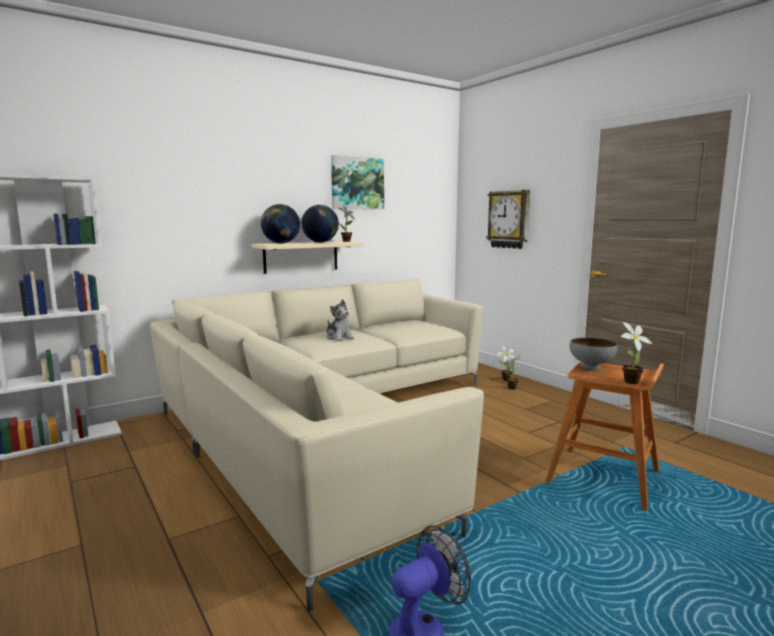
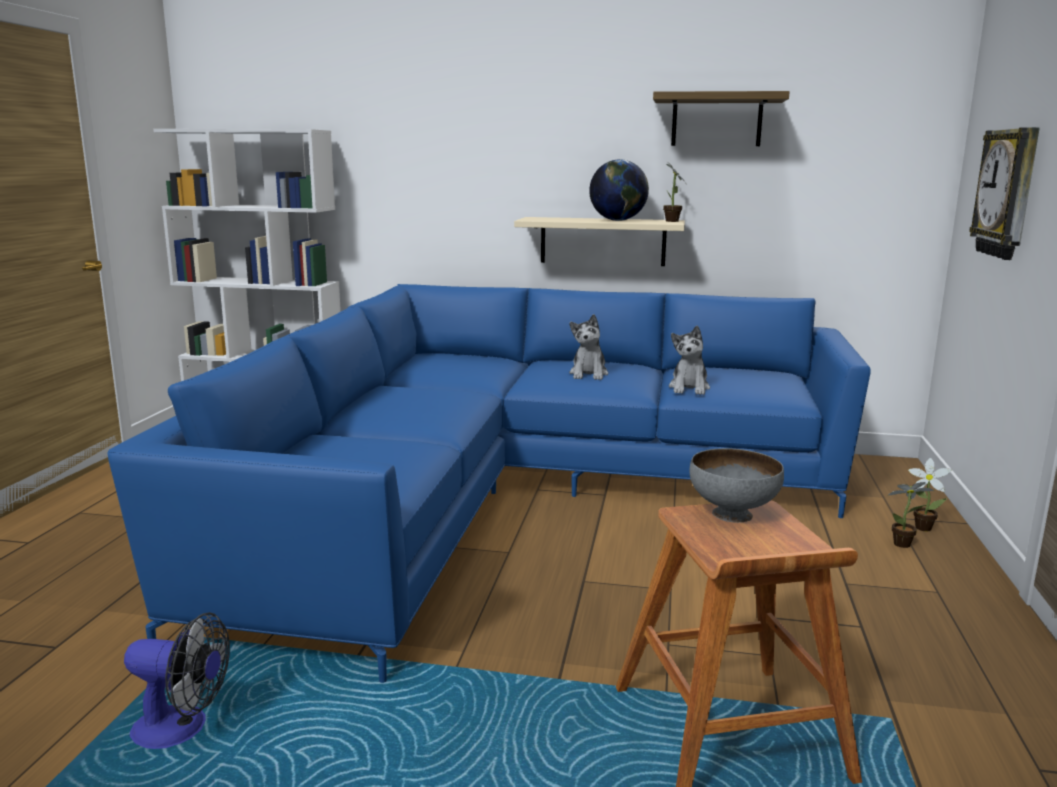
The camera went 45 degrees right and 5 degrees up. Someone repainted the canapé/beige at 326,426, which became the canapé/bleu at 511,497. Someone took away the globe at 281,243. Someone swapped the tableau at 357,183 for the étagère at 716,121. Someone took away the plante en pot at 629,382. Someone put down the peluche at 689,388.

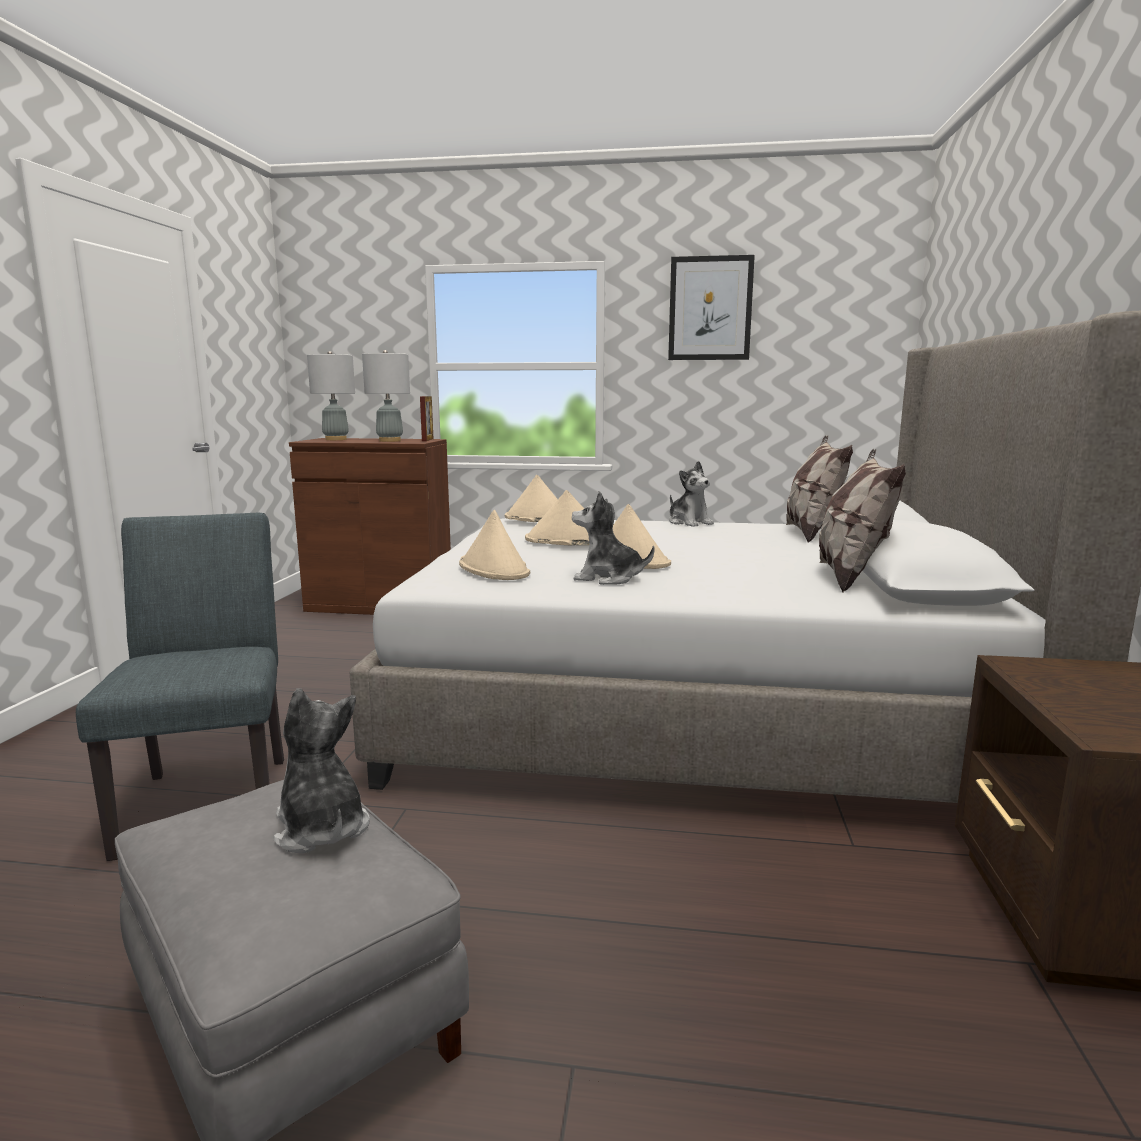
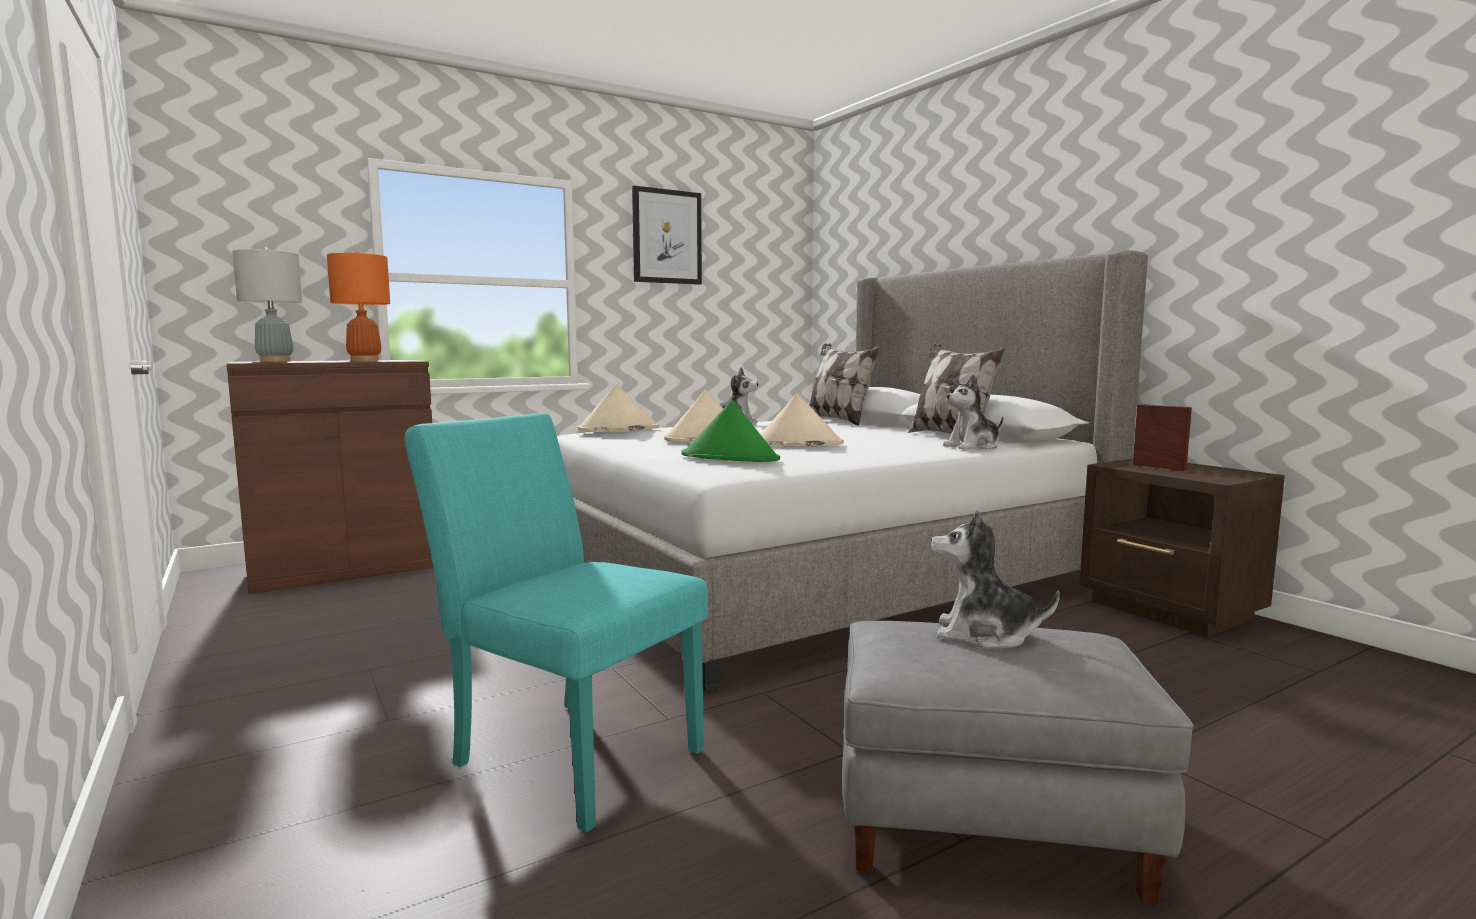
The camera went 40 degrees left and 5 degrees down. Someone repainted the chaise/gris at 211,796, which became the chaise/turquoise at 565,752. Someone repainted the lampe de table/gris at 389,441, which became the lampe de table/orange at 364,360. Someone carried the cadre photo from 427,440 to 1158,467. Someone repainted the chapeau/beige at 494,569, which became the chapeau/vert at 730,458. Someone carried the peluche from 608,578 to 973,447.

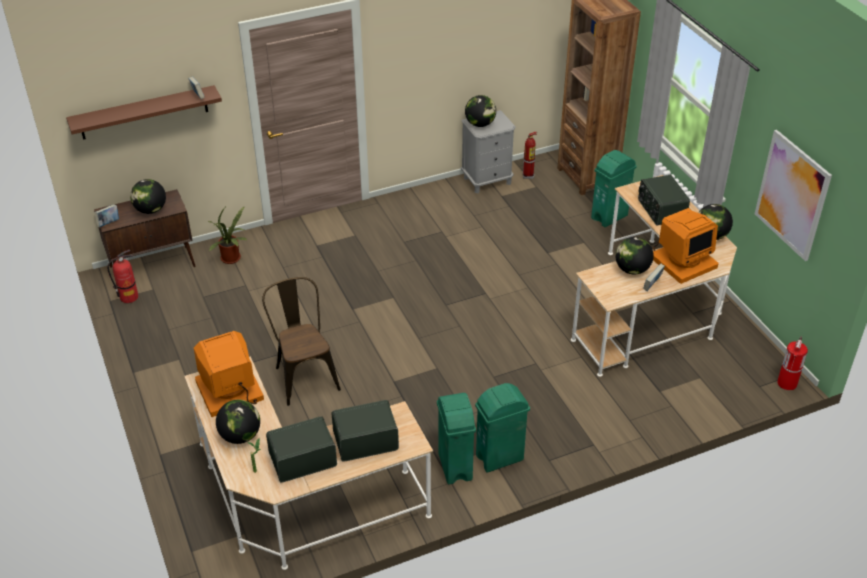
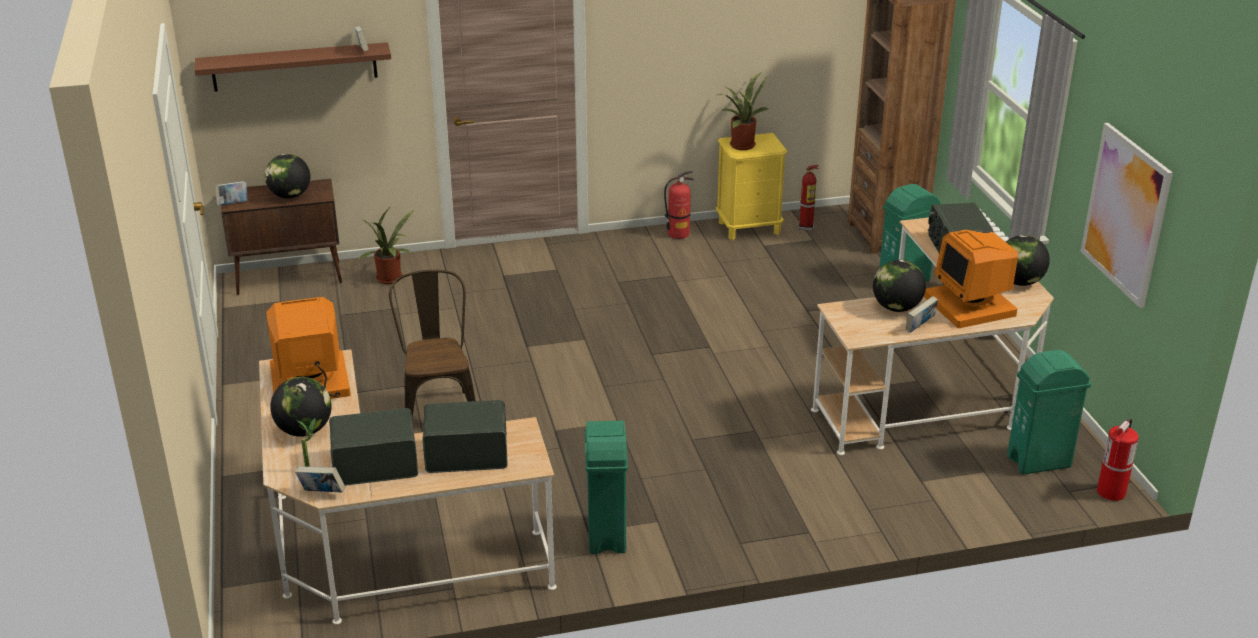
The camera went 10 degrees right and 10 degrees down. Someone carried the extincteur from 129,297 to 678,234. Someone repainted the table de chevet/gris at 487,180, which became the table de chevet/jaune at 749,227. Someone swapped the globe at 480,124 for the plante en pot at 740,144. Someone carried the poubelle/vert from 500,457 to 1039,462. Someone rotated the écran d'ordinateur at 682,261 by 90 degrees clockwise. Someone put down the livre at 322,493.

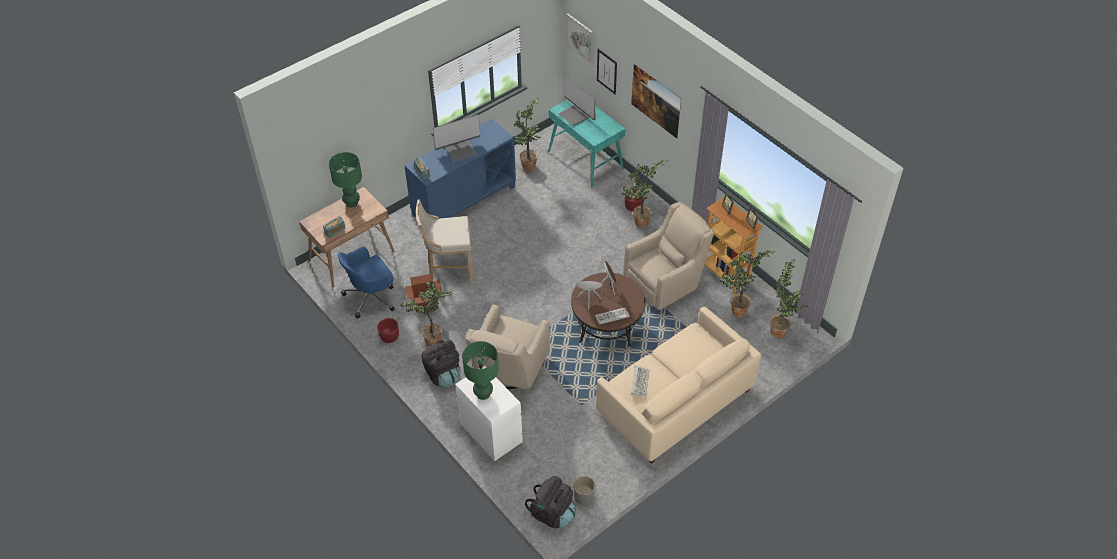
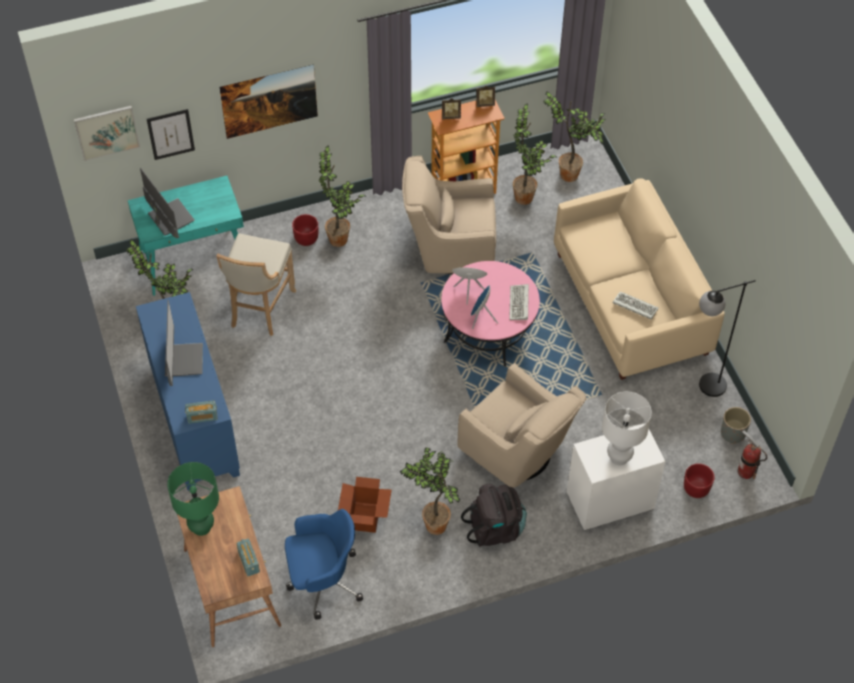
The camera went 70 degrees left and 5 degrees up. Someone rotated the chaise de bureau/bleu at 371,297 by 90 degrees counterclockwise. Someone carried the cache-pot/rouge from 389,337 to 696,488. Someone carried the tabouret/beige from 449,270 to 260,310. Someone repainted the lampe de table/vert at 483,394, which became the lampe de table/blanc at 619,457. Someone swapped the sac à dos/noir at 552,513 for the extincteur at 745,471. Someone rotated the écran d'ordinateur at 575,115 by 105 degrees counterclockwise. Someone repainted the table basse/marron at 607,324, which became the table basse/rose at 488,329. Someone rotated the fauteuil/beige at 666,283 by 75 degrees counterclockwise. Someone put down the lampadaire/noir at 703,388.

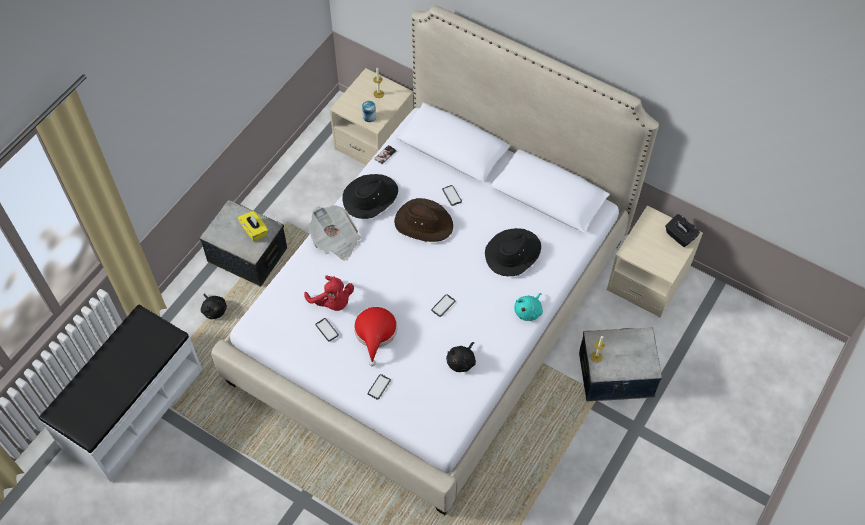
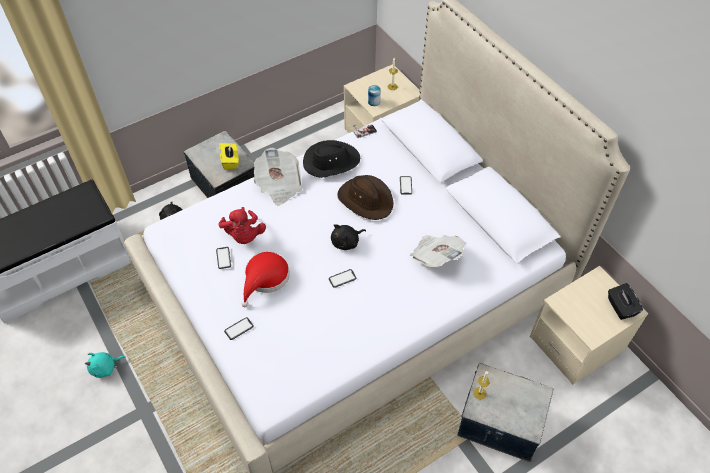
The camera went 25 degrees right and 5 degrees down. Someone carried the peluche/noir from 462,361 to 346,242. Someone swapped the chapeau/noir at 513,253 for the journal at 436,257. Someone carried the peluche/turquoise from 529,311 to 105,368.

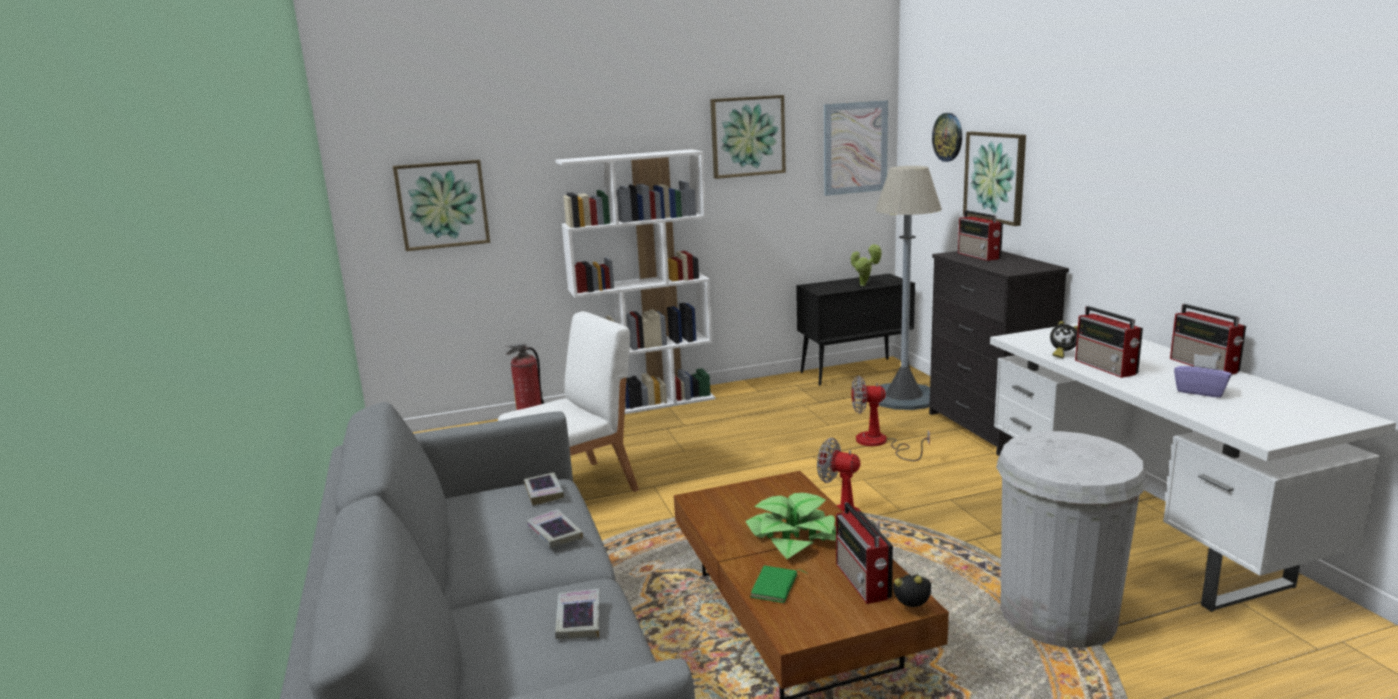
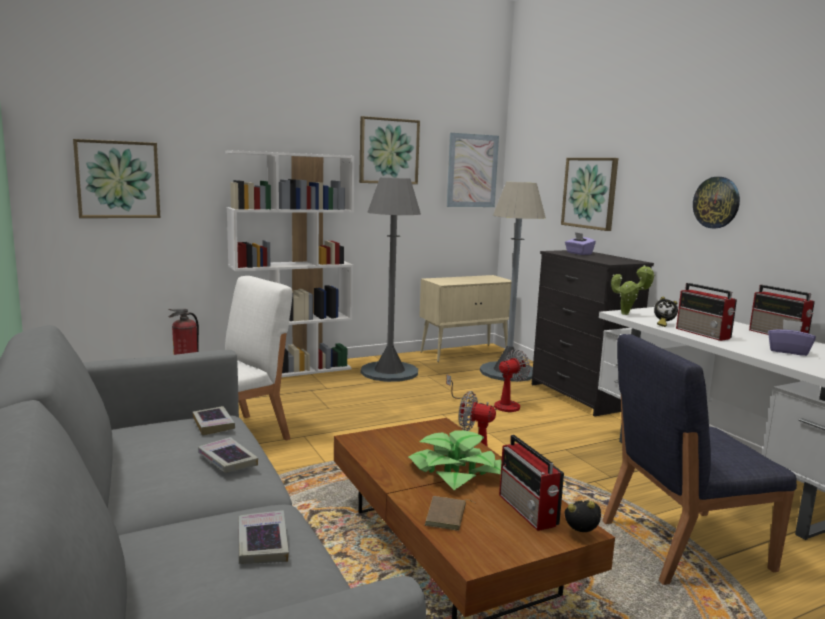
The camera went 10 degrees left and 5 degrees down. Someone repainted the livre/vert at 776,587, which became the livre/marron at 447,516. Someone repainted the meuble de rangement/noir at 855,371, which became the meuble de rangement/beige at 465,353. Someone carried the plante en pot from 864,285 to 627,314. Someone rotated the ventilateur at 880,443 by 150 degrees clockwise. Someone carried the horloge murale from 948,137 to 716,202. Someone swapped the radio at 979,256 for the boîte à mouchoirs/violet at 578,253. Someone swapped the poubelle/blanc at 1057,615 for the chaise/bleu at 682,545. Someone put down the lampadaire/gris at 389,372.

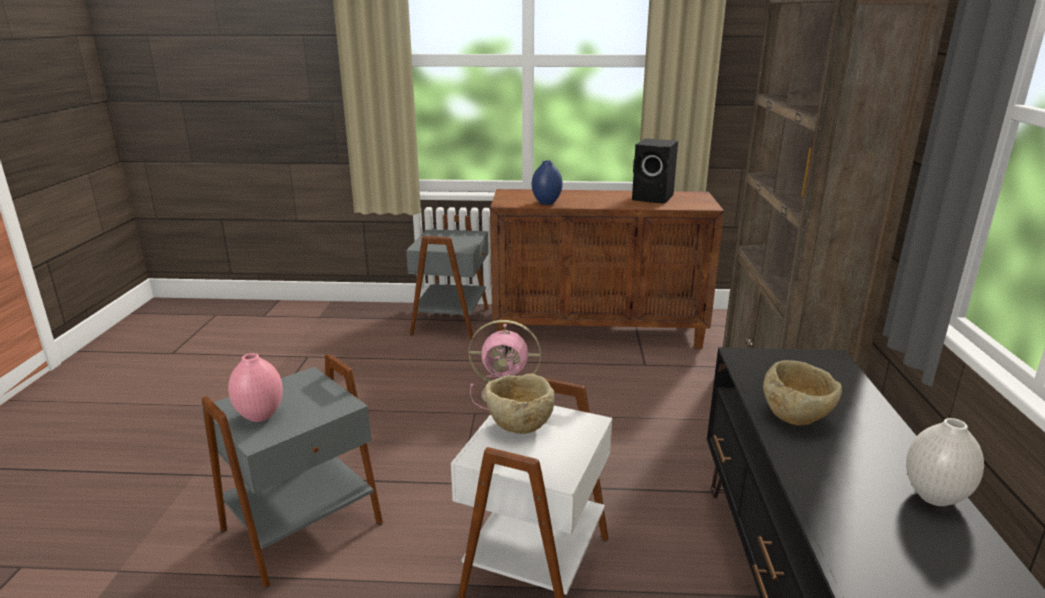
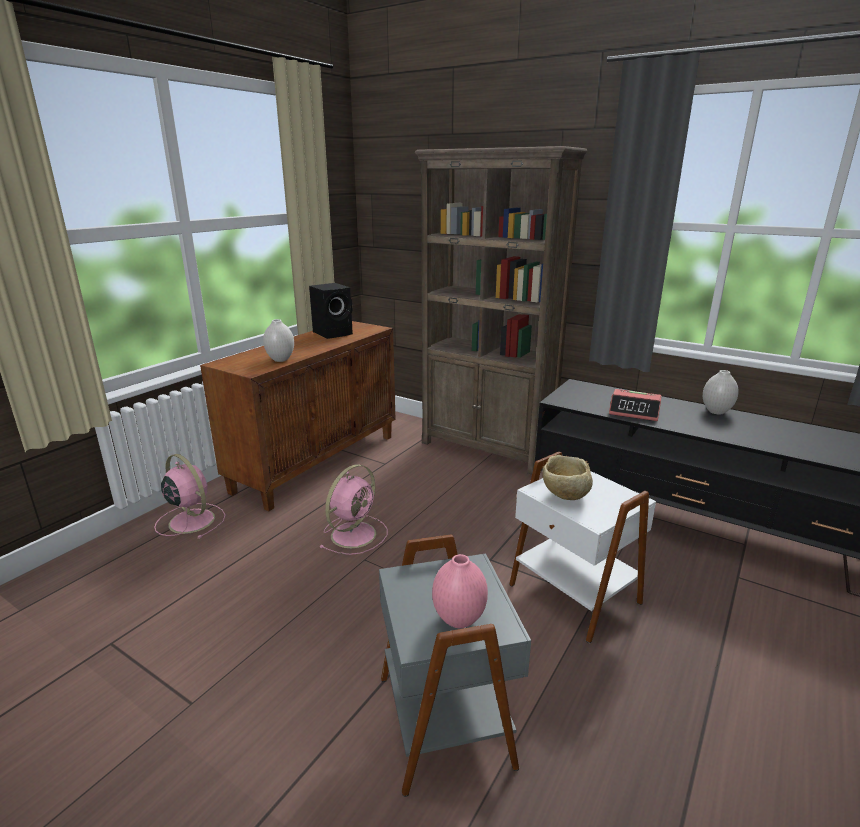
The camera went 60 degrees left and 0 degrees up. Someone swapped the table d'appoint/gris at 453,321 for the ventilateur/rose at 190,520. Someone repainted the vase/bleu at 546,203, which became the vase/blanc at 280,359. Someone swapped the bol/beige at 797,417 for the réveil at 634,412.

